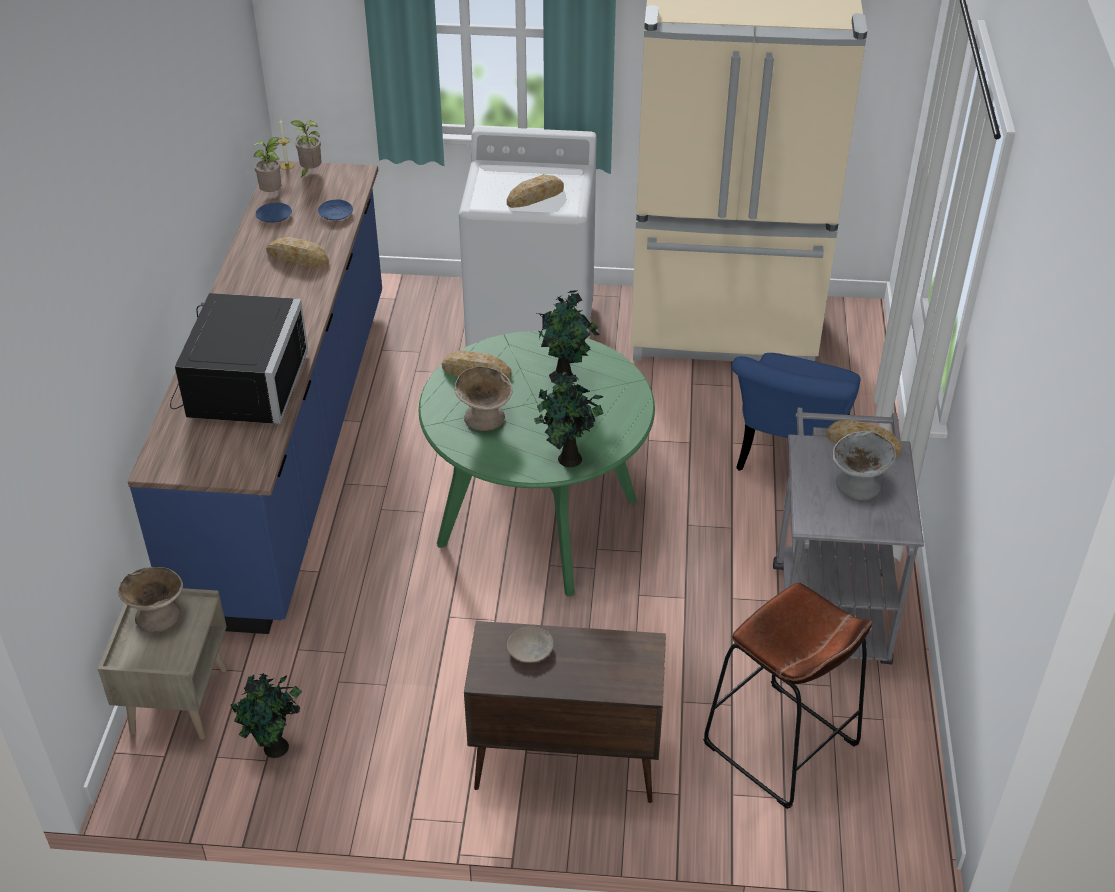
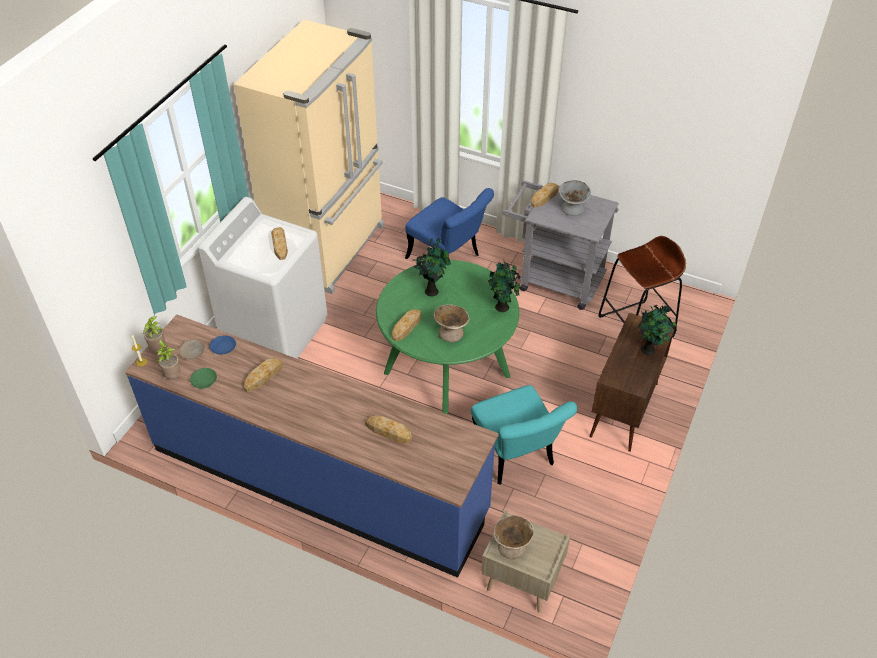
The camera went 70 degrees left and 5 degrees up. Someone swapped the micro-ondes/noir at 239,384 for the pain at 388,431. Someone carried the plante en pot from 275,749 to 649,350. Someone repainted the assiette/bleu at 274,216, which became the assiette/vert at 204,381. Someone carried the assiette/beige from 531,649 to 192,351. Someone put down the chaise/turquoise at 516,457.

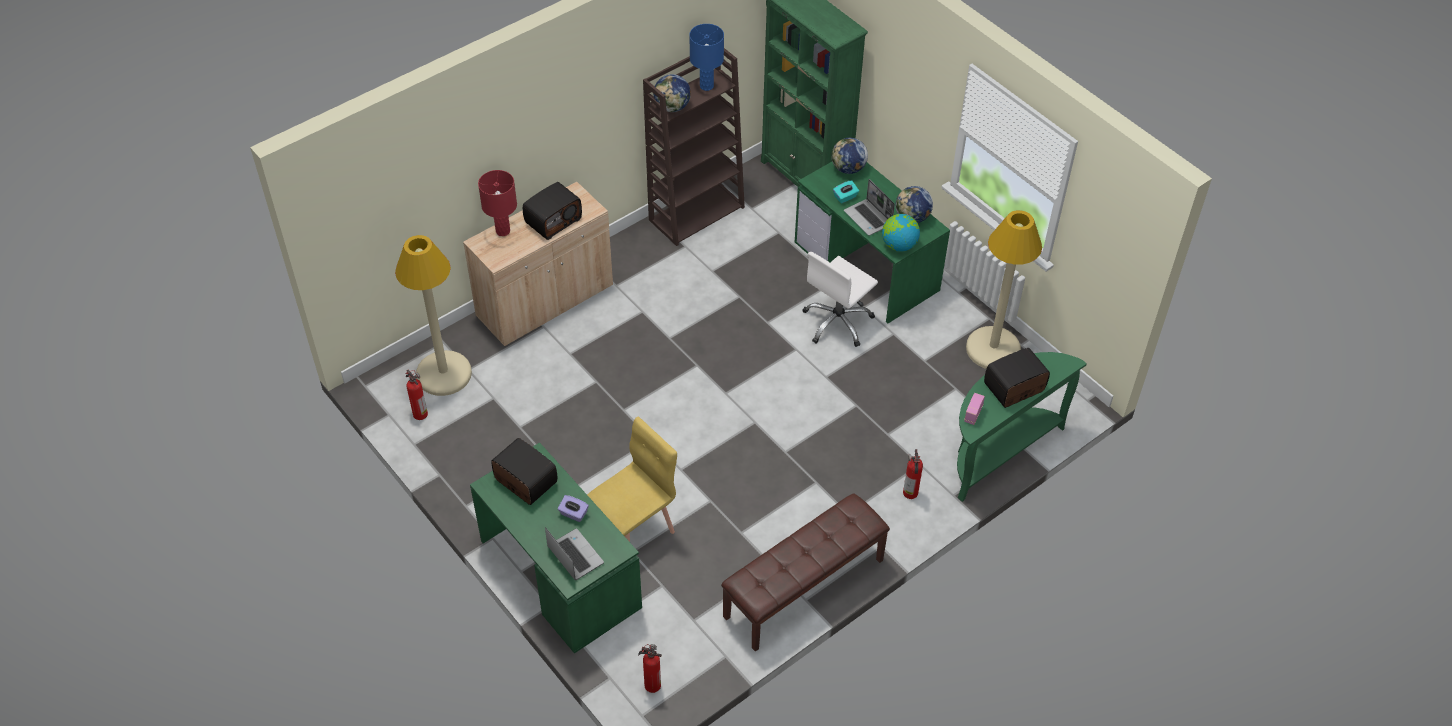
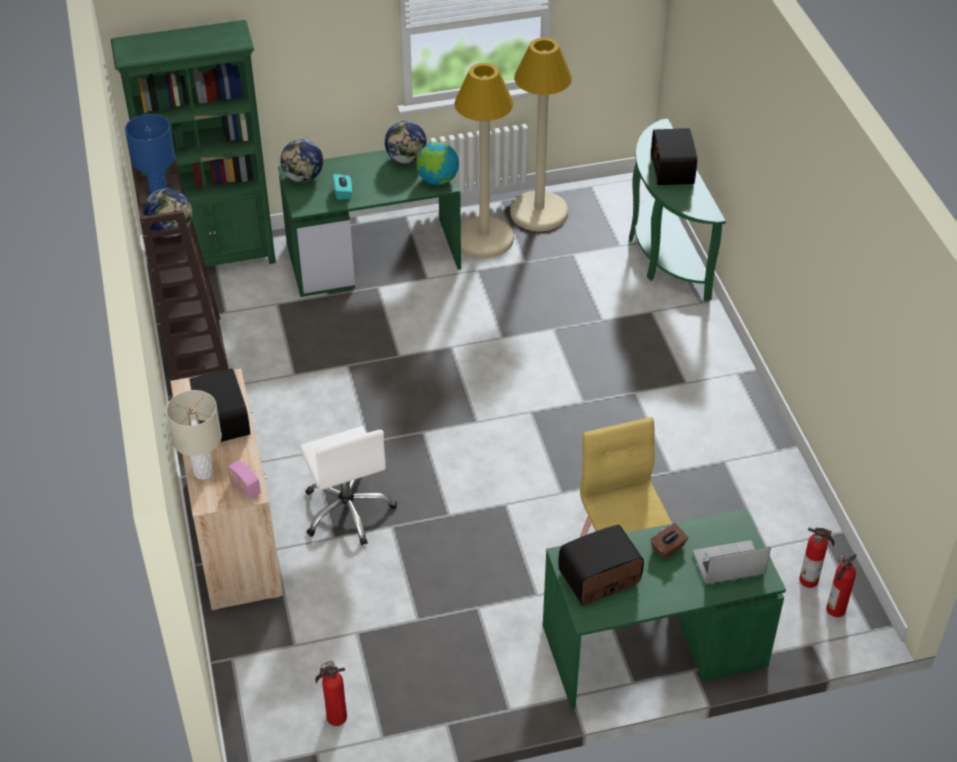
The camera went 65 degrees left and 5 degrees down. Someone carried the lampadaire/beige from 444,374 to 484,238. Someone repainted the lampe de table/rouge at 503,231, which became the lampe de table/beige at 203,471. Someone repainted the boîte à mouchoirs/violet at 573,514, which became the boîte à mouchoirs/marron at 668,548. Someone took away the banc/marron at 804,589. Someone carried the chaise de bureau/blanc from 838,322 to 348,510. Someone took away the ordinateur portable at 868,218. Someone carried the extincteur from 910,493 to 810,580. Someone carried the radio from 973,414 to 245,487.

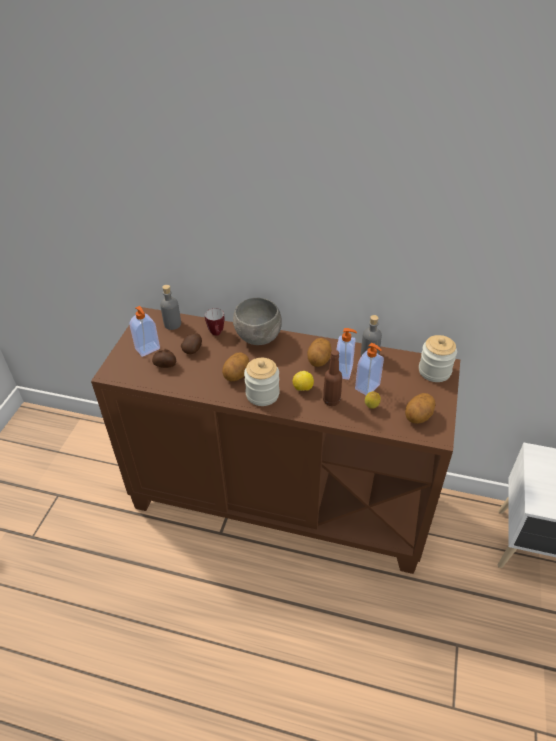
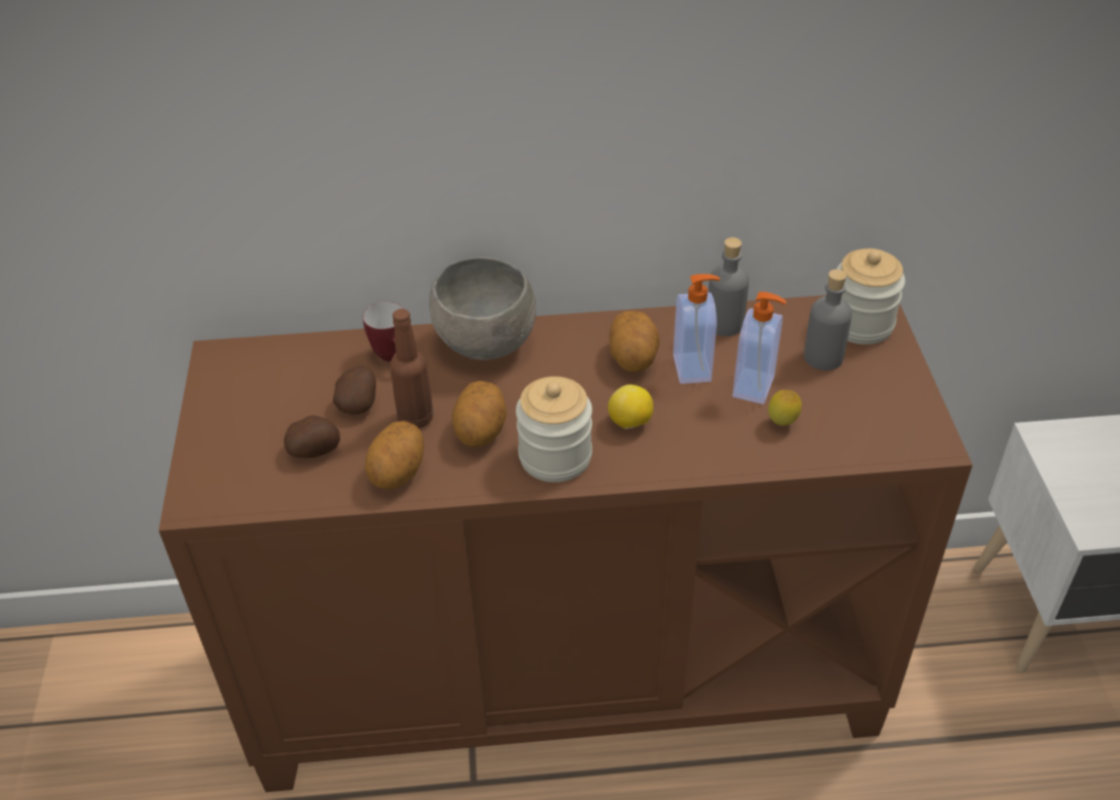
The camera went 20 degrees left and 0 degrees up. Someone took away the distributeur de savon at 148,349. Someone carried the bouteille/gris from 172,324 to 823,357. Someone carried the bouteille/marron from 331,401 to 415,418. Someone carried the pomme de terre from 418,417 to 399,473.

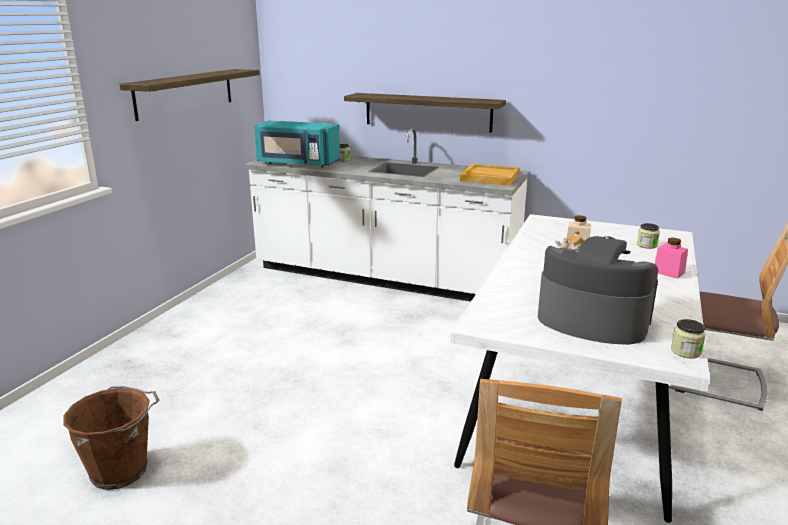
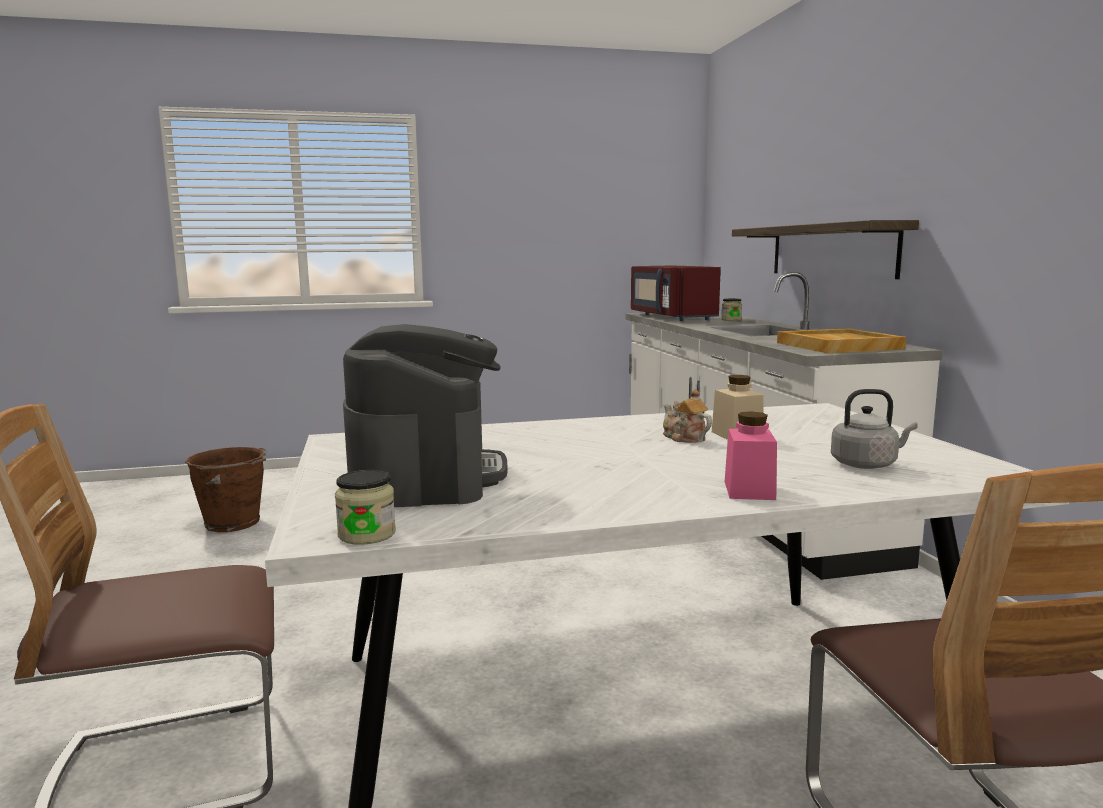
The camera went 55 degrees right and 10 degrees down. Someone took away the étagère at 185,93. Someone repainted the micro-ondes/turquoise at 297,163, which became the micro-ondes/rouge at 671,317. Someone swapped the bocal at 646,245 for the bouilloire/gris at 867,464.

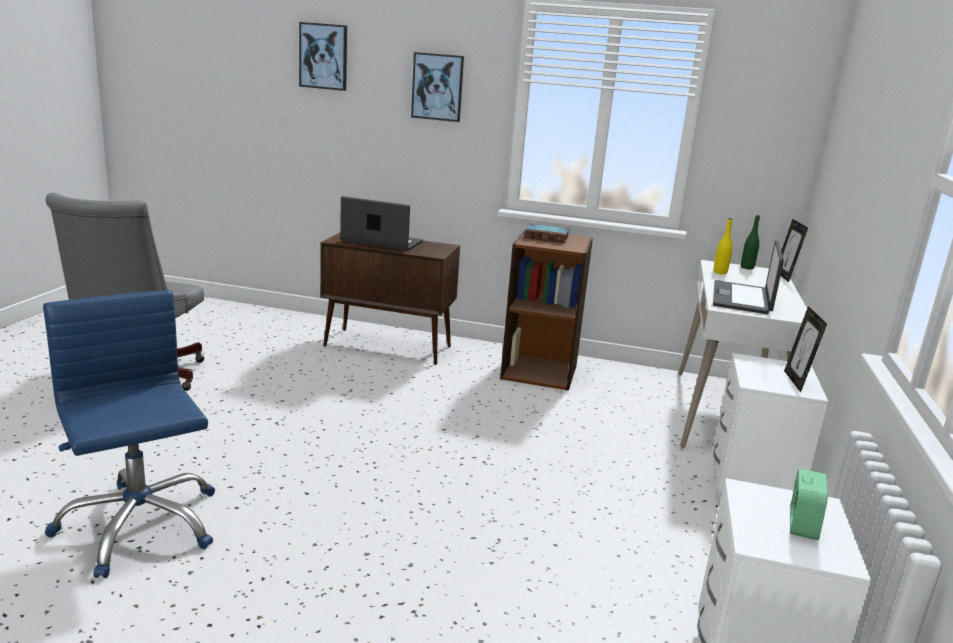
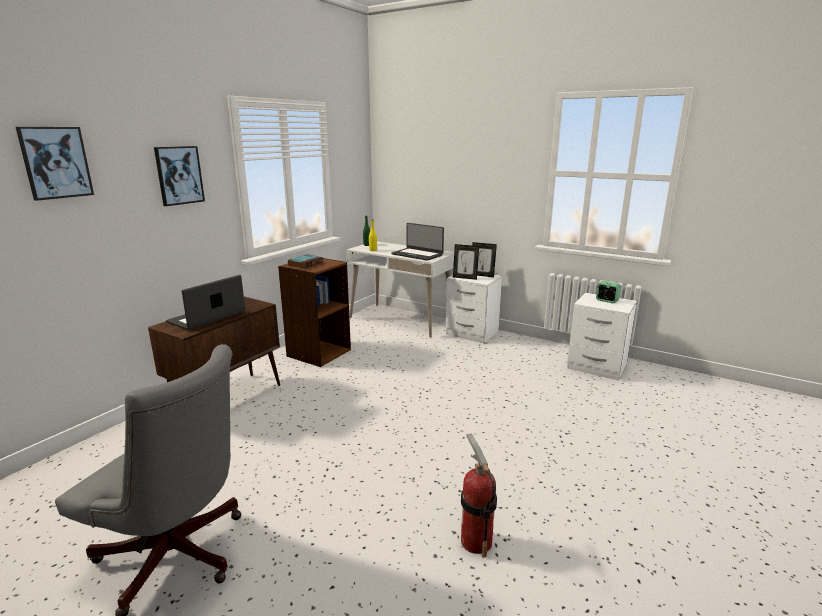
The camera went 70 degrees left and 0 degrees up. Someone swapped the chaise de bureau/bleu at 139,525 for the extincteur at 476,541. Someone carried the cadre photo from 784,276 to 465,278.

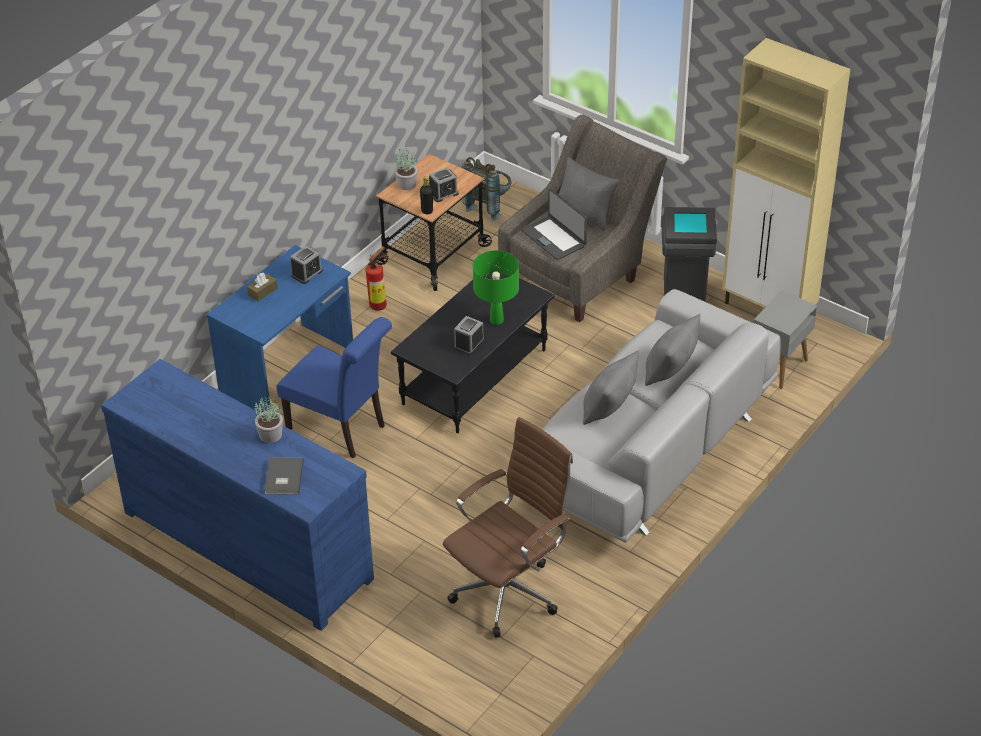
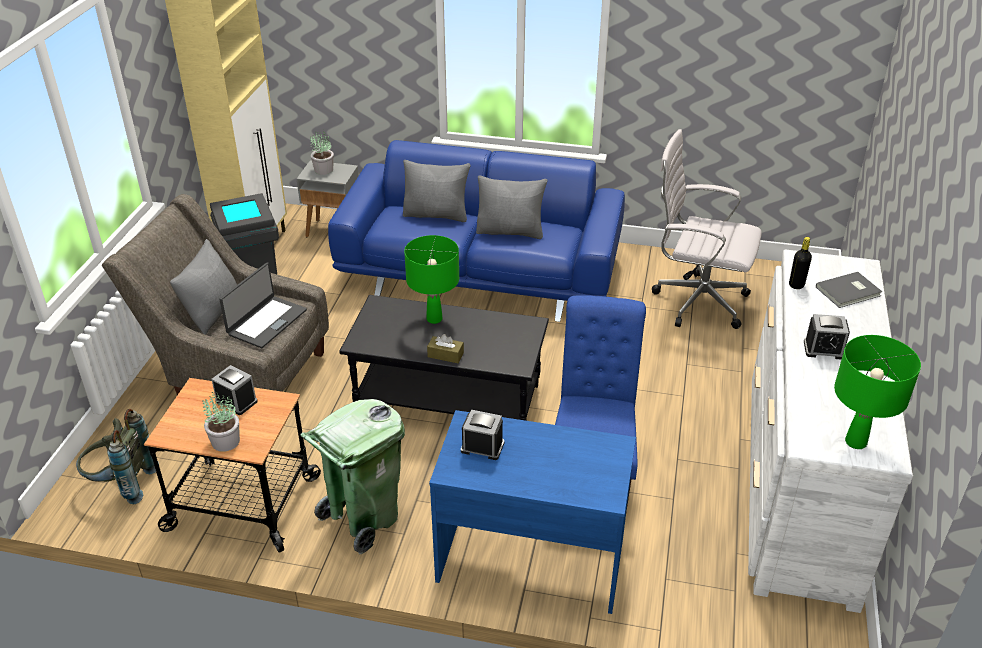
The camera went 115 degrees left and 5 degrees down. Someone repainted the commode/bleu at 248,543, which became the commode/blanc at 799,482. Someone carried the boîte à mouchoirs/marron from 262,292 to 445,355. Someone carried the plante en pot from 271,435 to 323,169. Someone swapped the extincteur at 380,305 for the poubelle/vert at 363,518. Someone carried the bouteille/noir from 427,211 to 796,285. Someone repainted the chaise de bureau/marron at 509,591, which became the chaise de bureau/blanc at 696,301. Someone carried the réveil from 469,344 to 823,349. Someone repainted the canapé/gris at 646,450, which became the canapé/bleu at 481,273. Someone put down the lampe de table/vert at 856,442.

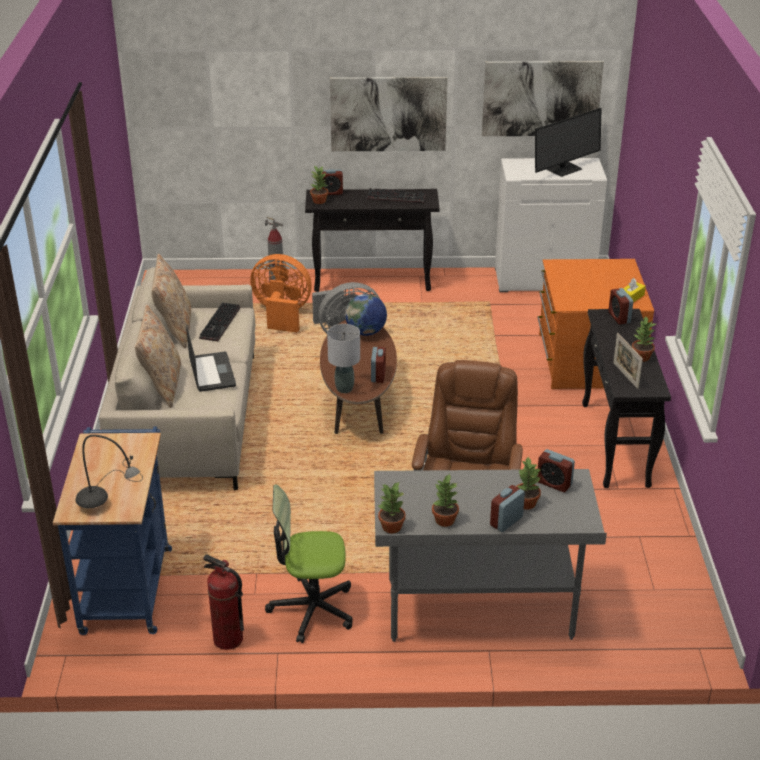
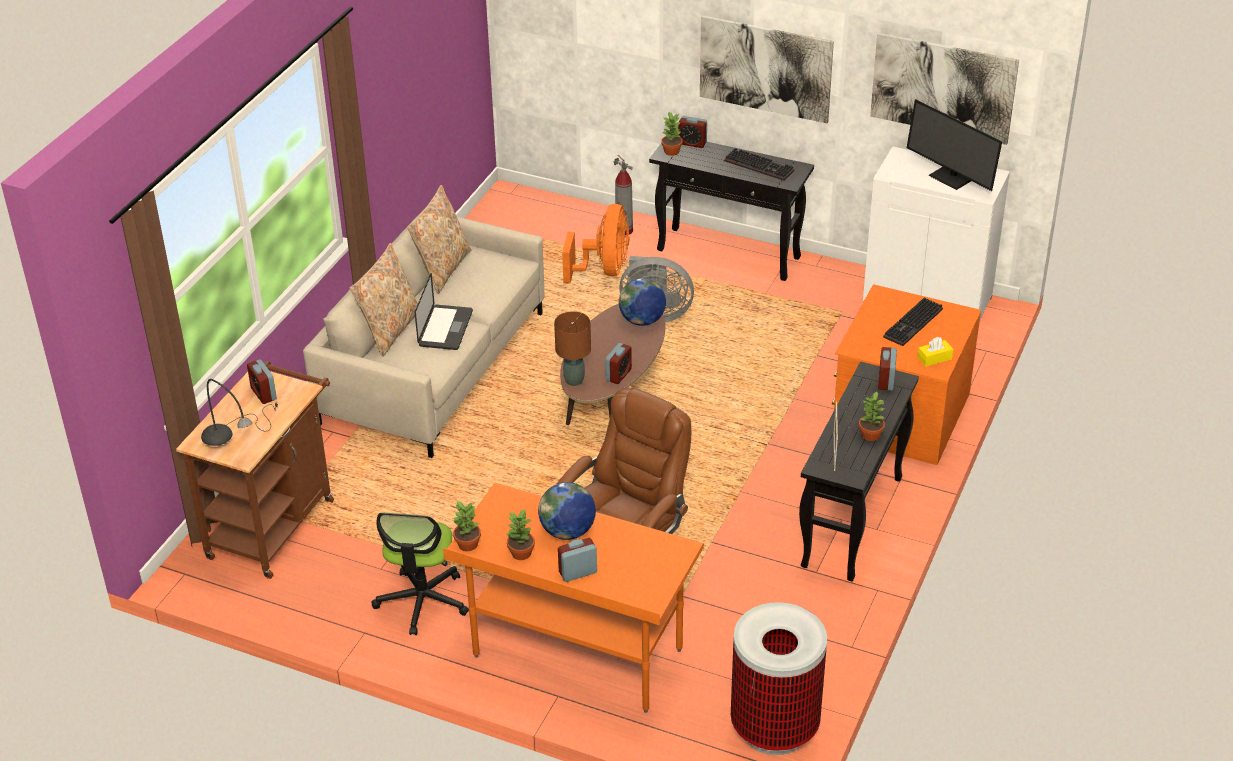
The camera went 25 degrees right and 5 degrees up. Someone repainted the chariot/bleu at 127,584, which became the chariot/marron at 275,523. Someone carried the clavier from 221,324 to 913,324. Someone took away the extincteur at 228,639. Someone rotated the ventilateur/orange at 282,314 by 60 degrees clockwise. Someone rotated the chaise de bureau at 312,609 by 105 degrees counterclockwise. Someone repainted the lampe de table/gris at 344,388, which became the lampe de table/marron at 574,380. Someone repainted the bureau/gris at 479,610, which became the bureau/orange at 577,654. Someone took away the plante en pot at 526,503. Someone rotated the écran d'ordinateur at 562,168 by 60 degrees clockwise. Someone carried the réveil from 554,483 to 263,394. Someone put down the globe at 567,531. Someone put down the poubelle at 774,727.

